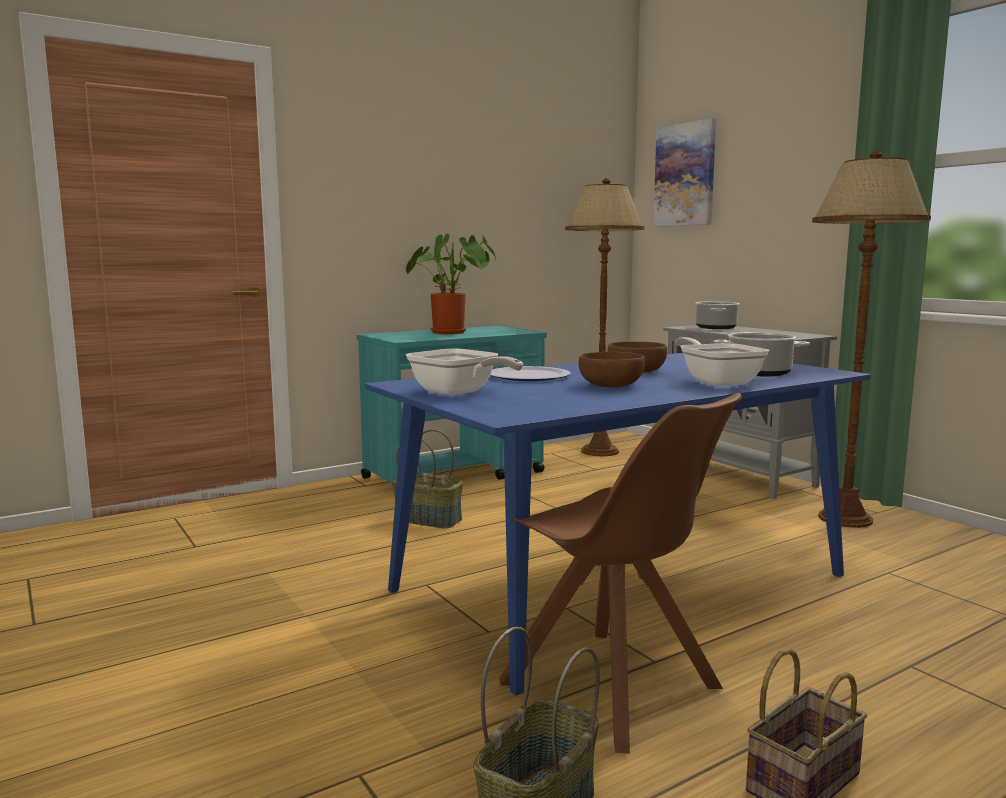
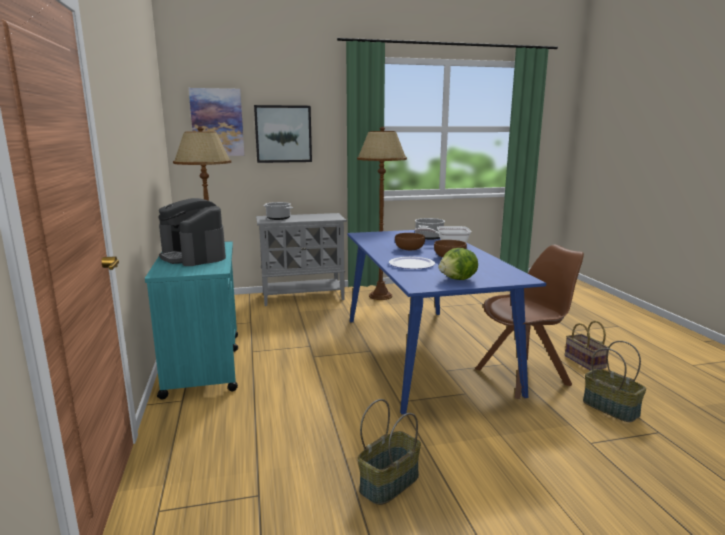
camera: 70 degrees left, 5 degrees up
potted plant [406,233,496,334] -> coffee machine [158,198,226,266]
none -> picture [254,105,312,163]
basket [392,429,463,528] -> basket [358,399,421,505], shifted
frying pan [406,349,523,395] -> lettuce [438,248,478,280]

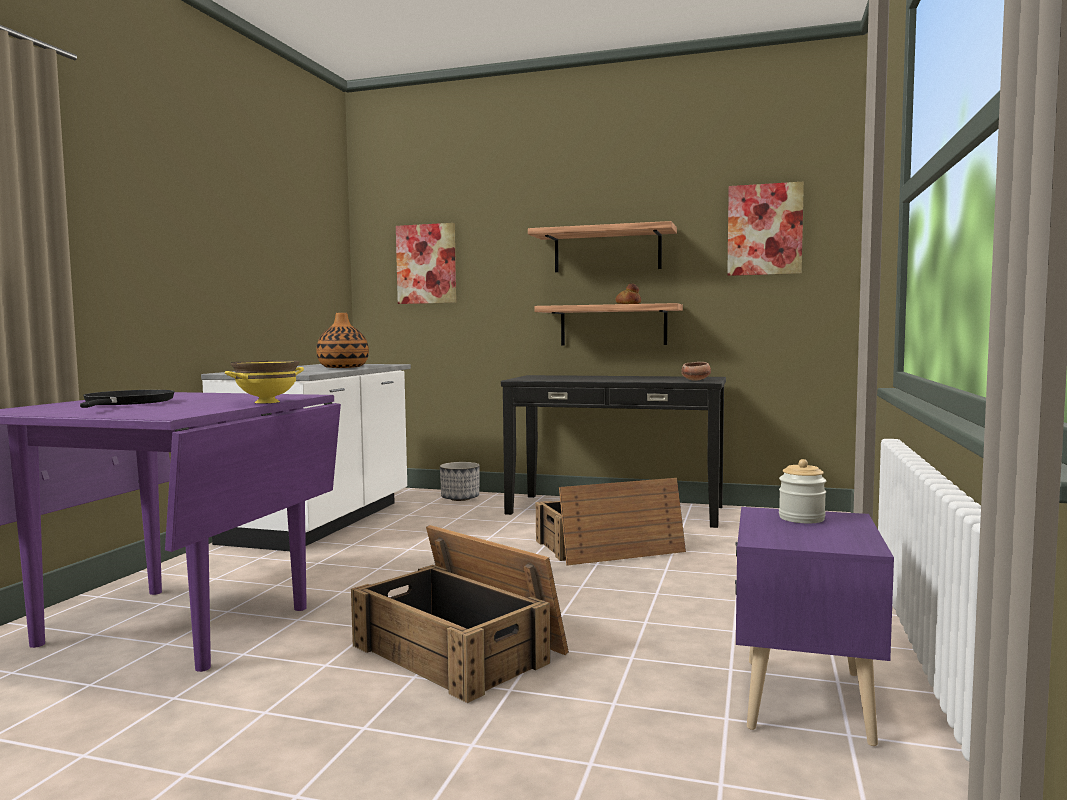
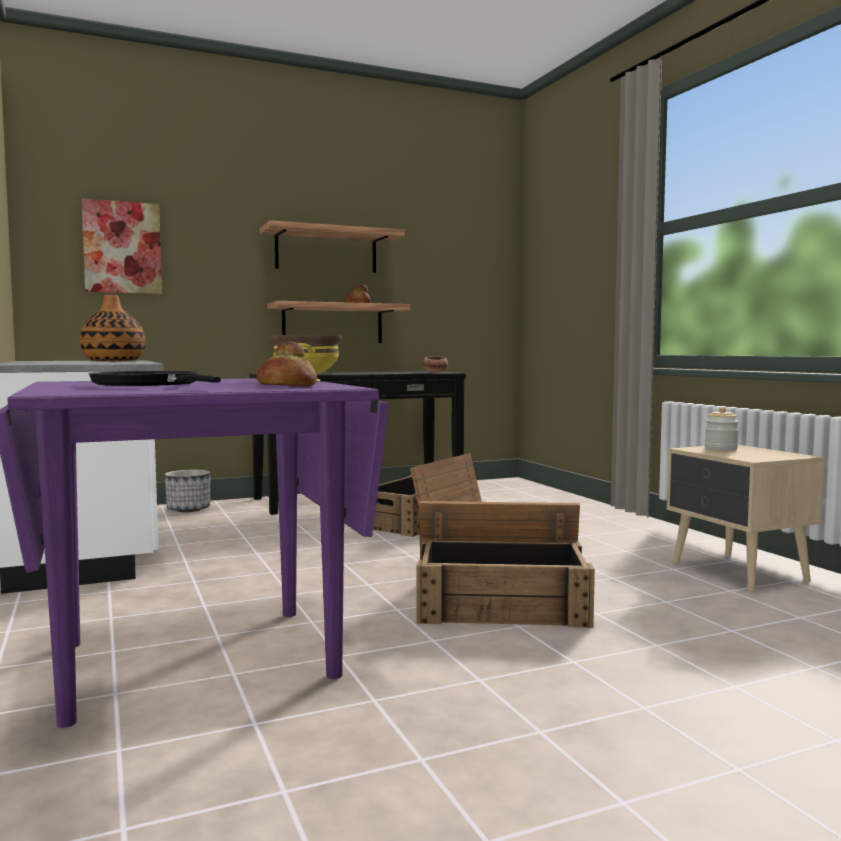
camera: 40 degrees left, 0 degrees up
none -> bread [256,341,317,386]
nightstand (purple) [735,507,894,746] -> nightstand (beige) [667,445,824,592]
picture [727,182,804,276] -> none

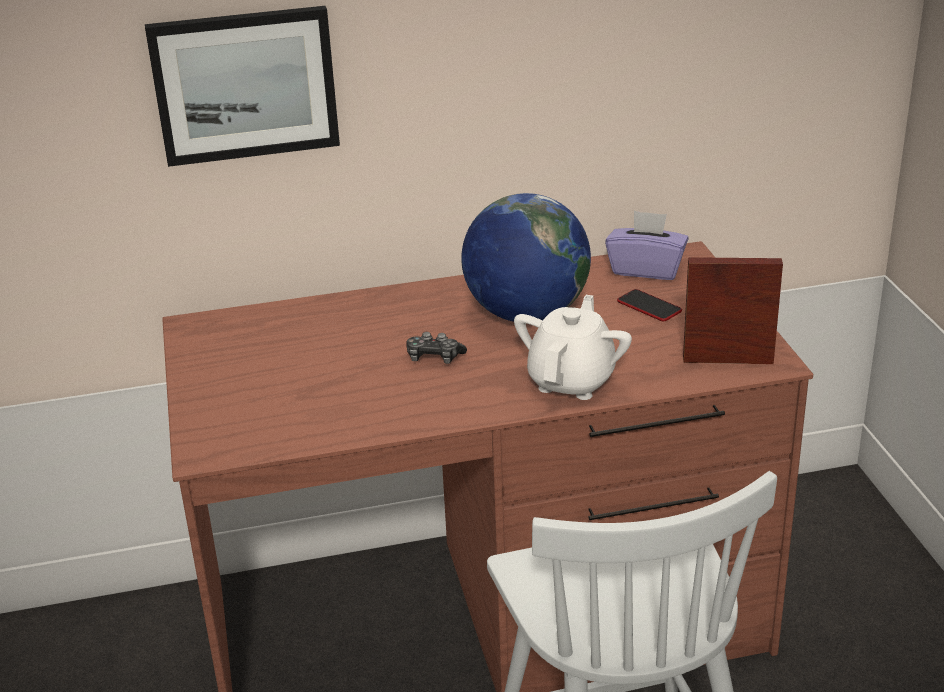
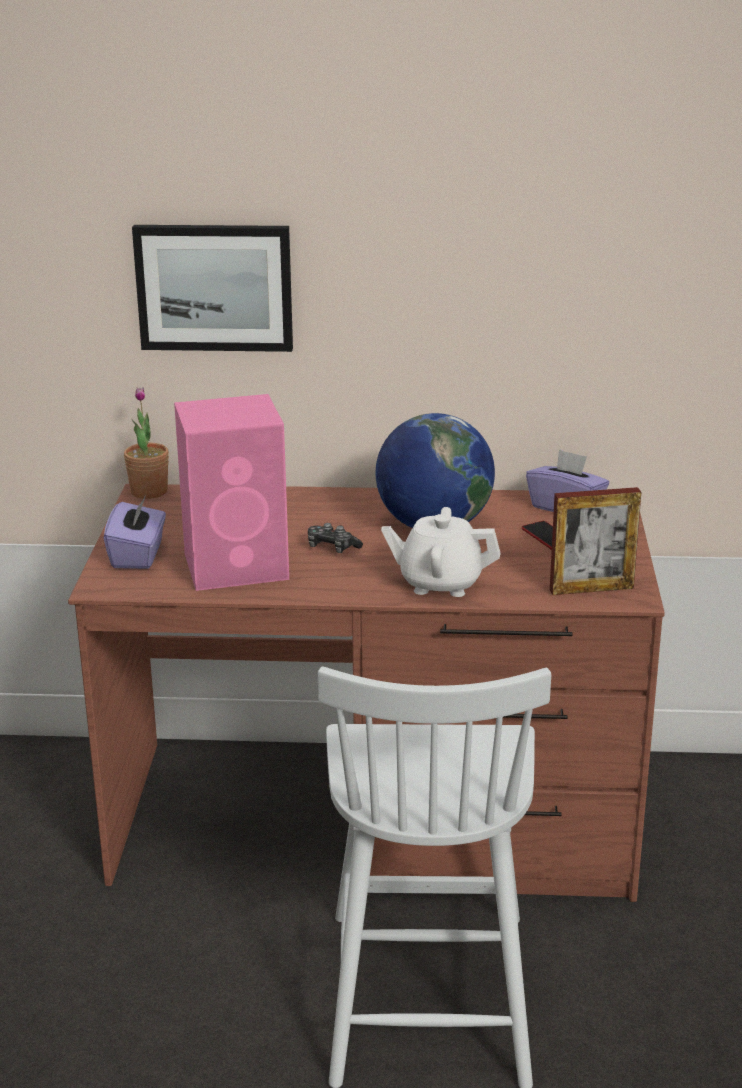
camera: 15 degrees right, 5 degrees down
none -> tissue box (purple) [104,495,166,569]
none -> potted plant [124,387,169,499]
none -> speaker (pink) [174,394,289,591]
teapot (white) [514,295,632,400] -> teapot (white) [381,507,501,597], 120 degrees counterclockwise
picture frame [683,257,783,364] -> picture frame [550,487,641,595], 150 degrees clockwise

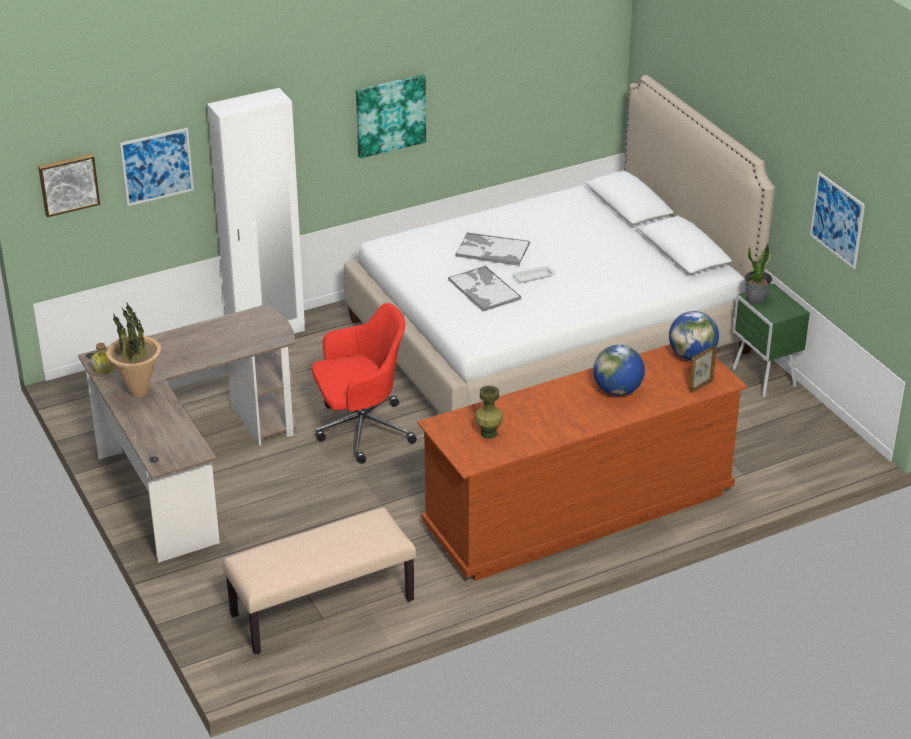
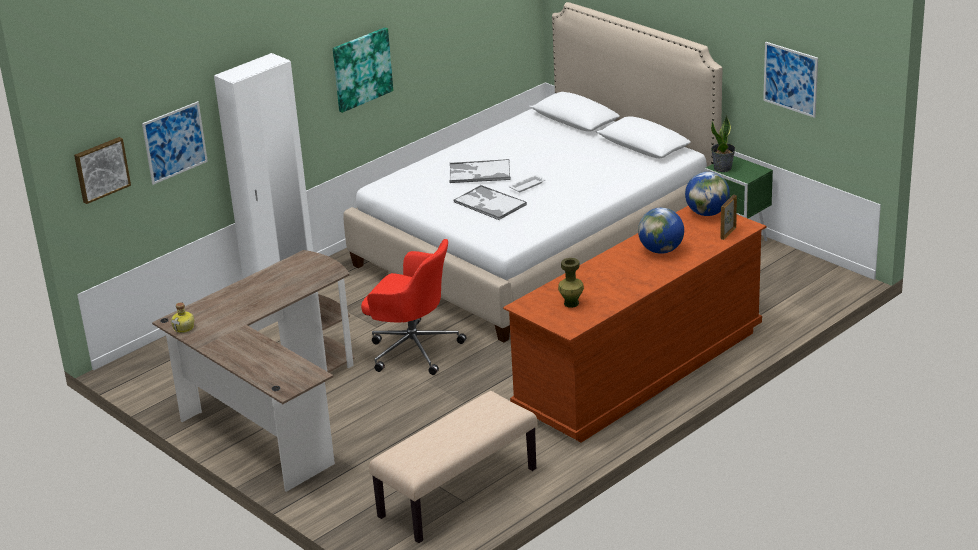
camera: 15 degrees left, 5 degrees down
office chair (red) [312,303,417,464] -> office chair (red) [361,239,467,375], 60 degrees clockwise
potted plant [106,303,161,397] -> none

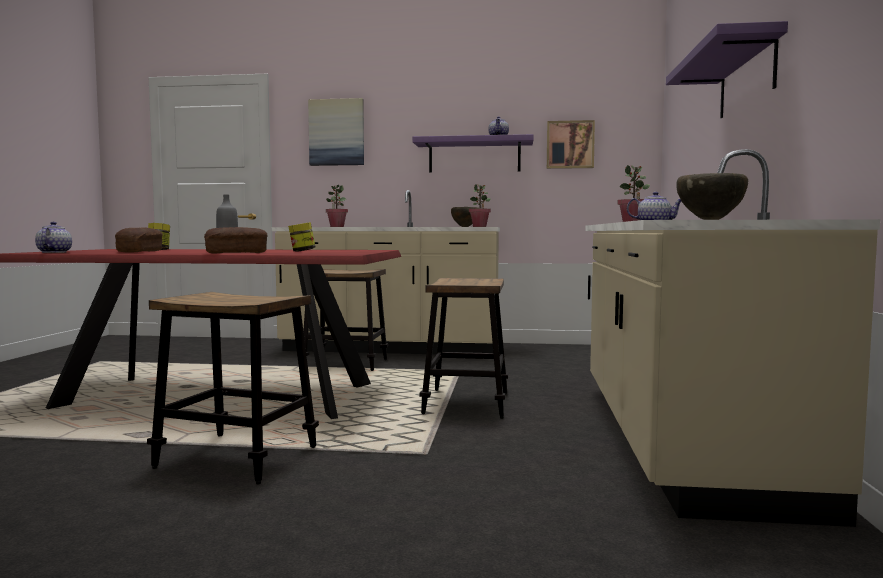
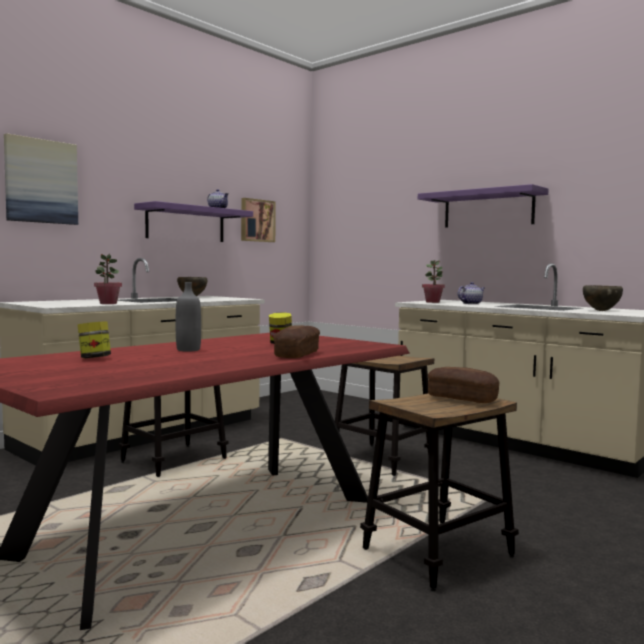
camera: 55 degrees left, 0 degrees up
bread [115,227,163,253] -> bread [428,367,499,403], shifted
teapot [35,222,72,253] -> none
potted plant [469,184,491,227] -> none

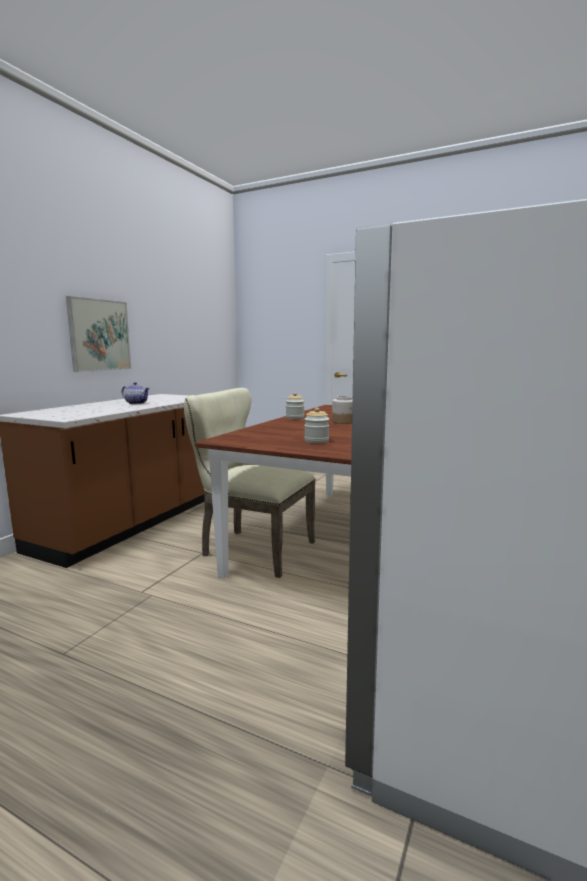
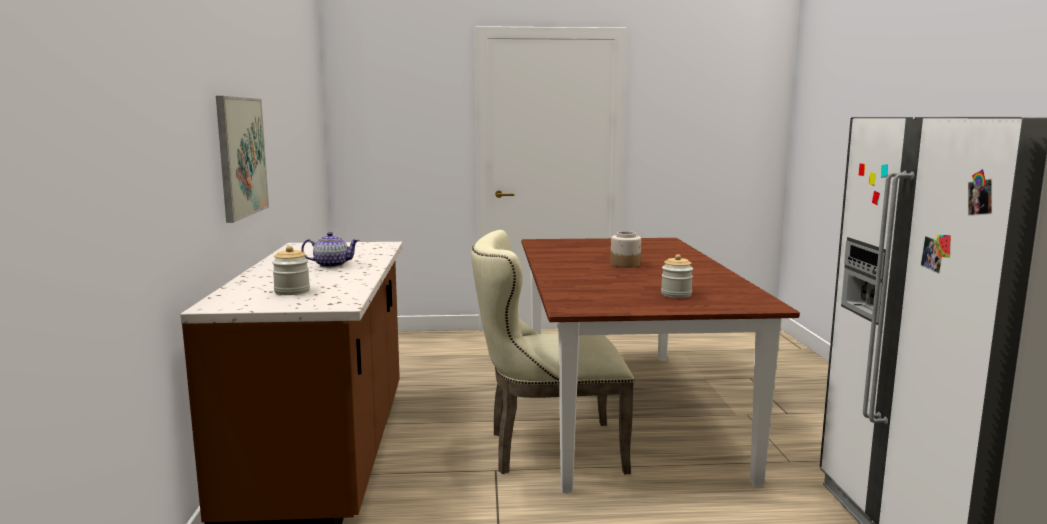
camera: 30 degrees left, 0 degrees up
jar [286,393,304,419] -> jar [272,246,310,295], shifted

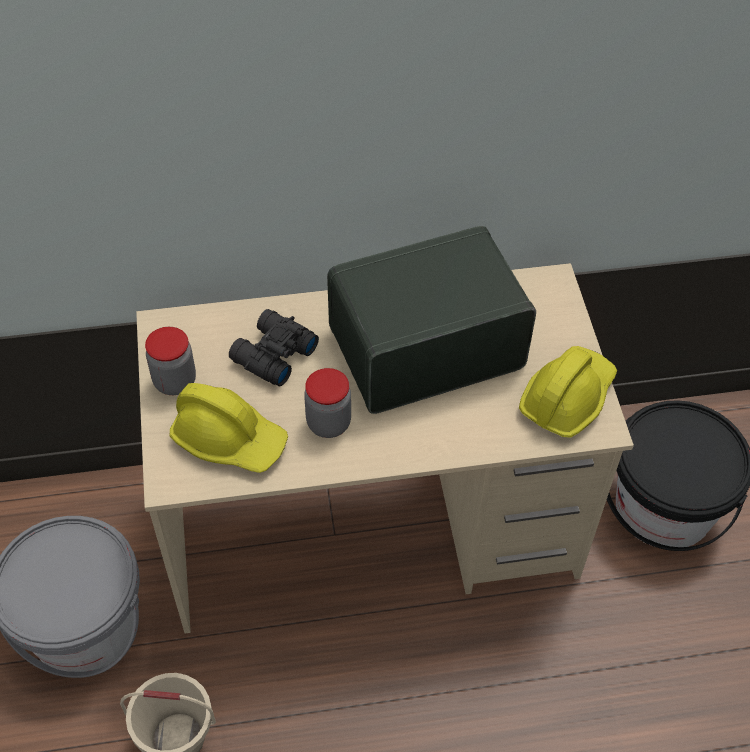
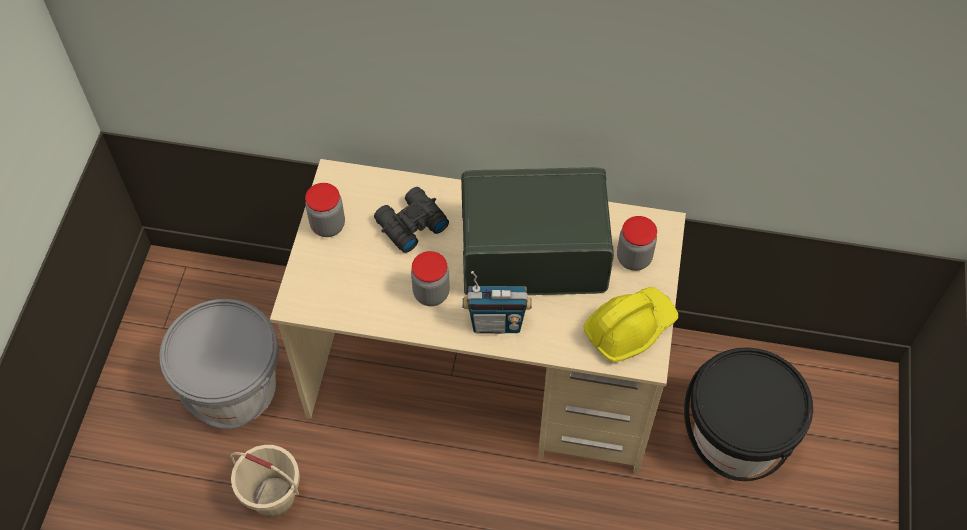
camera: 20 degrees right, 5 degrees up
none -> radio [463,271,532,334]
none -> jar [617,216,657,271]
hard hat (yellow) [170,383,288,473] -> none

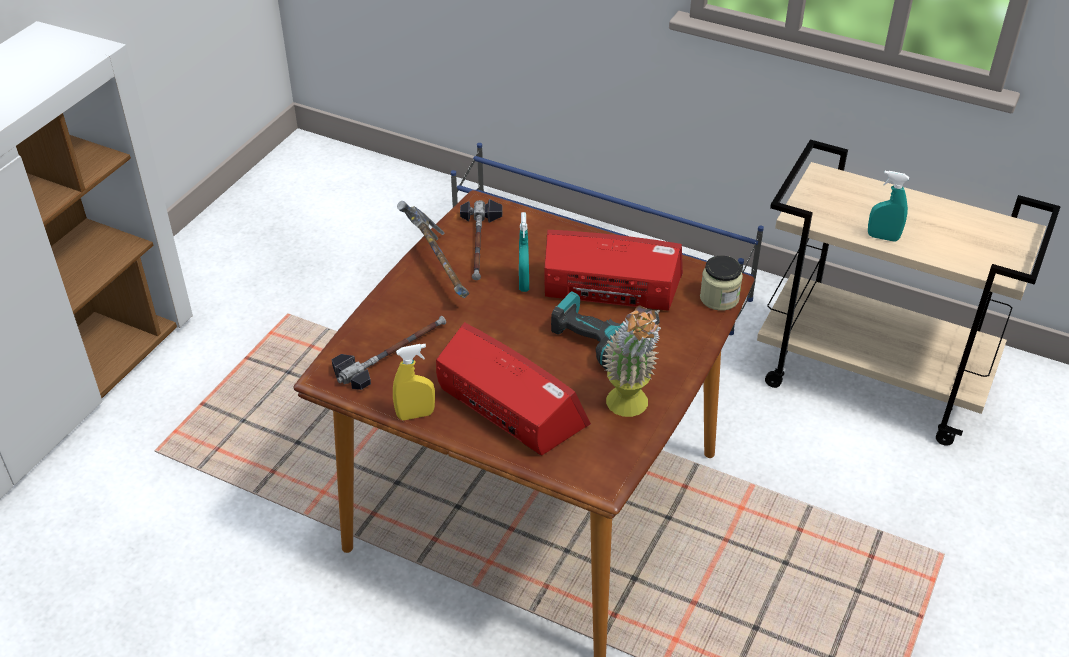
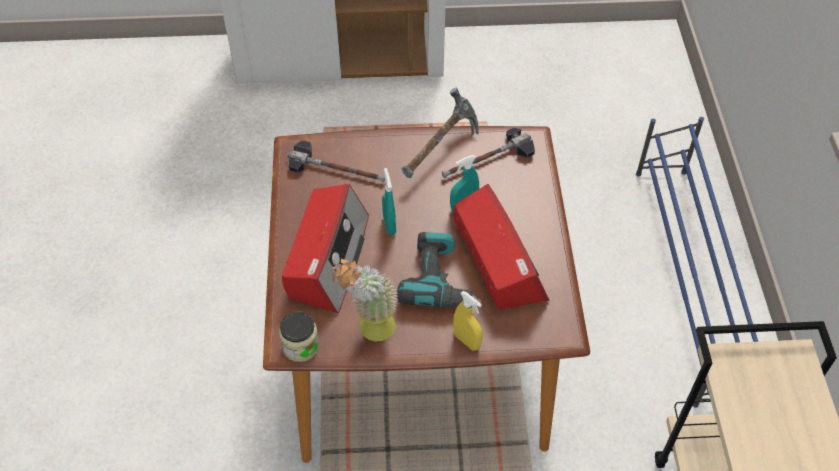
camera: 60 degrees right, 10 degrees up
jar [700,256,743,311] -> jar [279,312,319,362], shifted
spray bottle (turquoise) [868,171,909,242] -> spray bottle (turquoise) [382,168,396,235], shifted
spray bottle (yellow) [393,344,435,420] -> spray bottle (yellow) [453,291,483,351], shifted

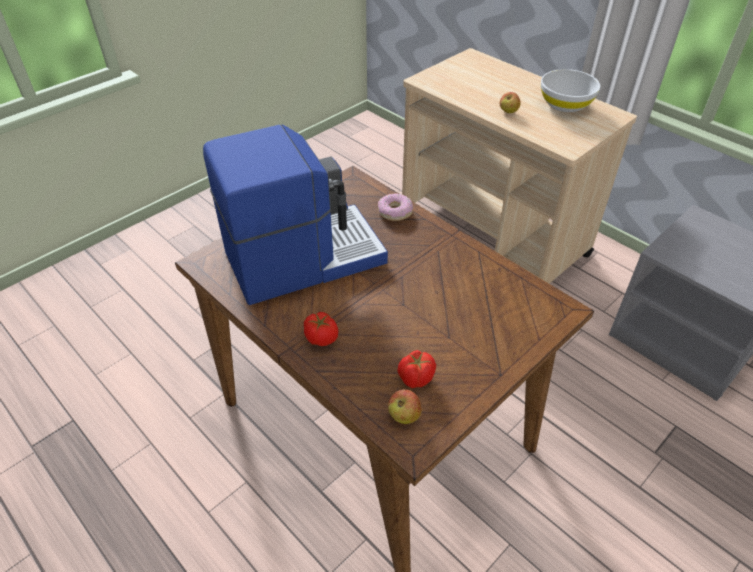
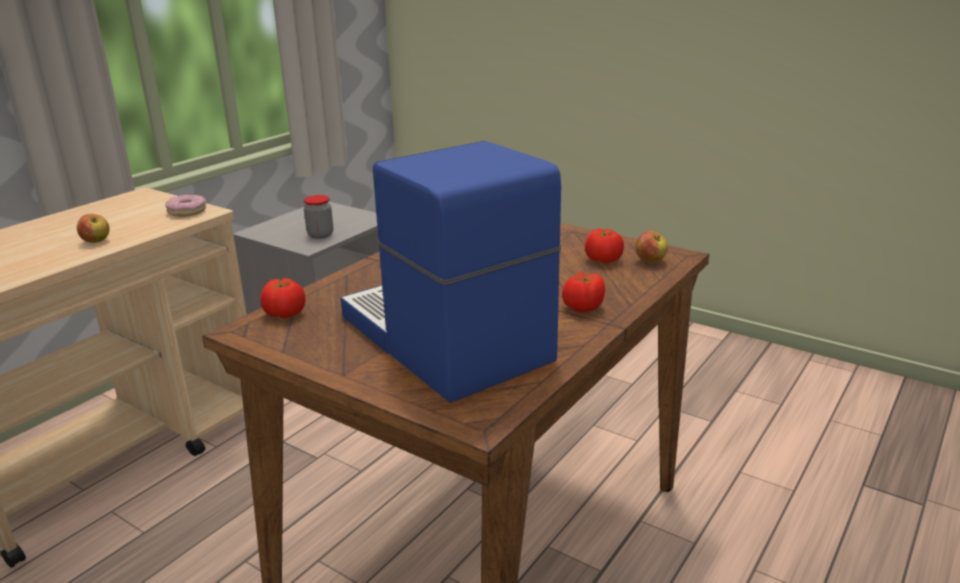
camera: 100 degrees left, 20 degrees down
donut [378,193,413,221] -> donut [165,195,206,217], shifted
none -> tomato [260,278,306,319]
none -> jar [304,195,333,239]
bowl (white) [541,69,600,112] -> none

